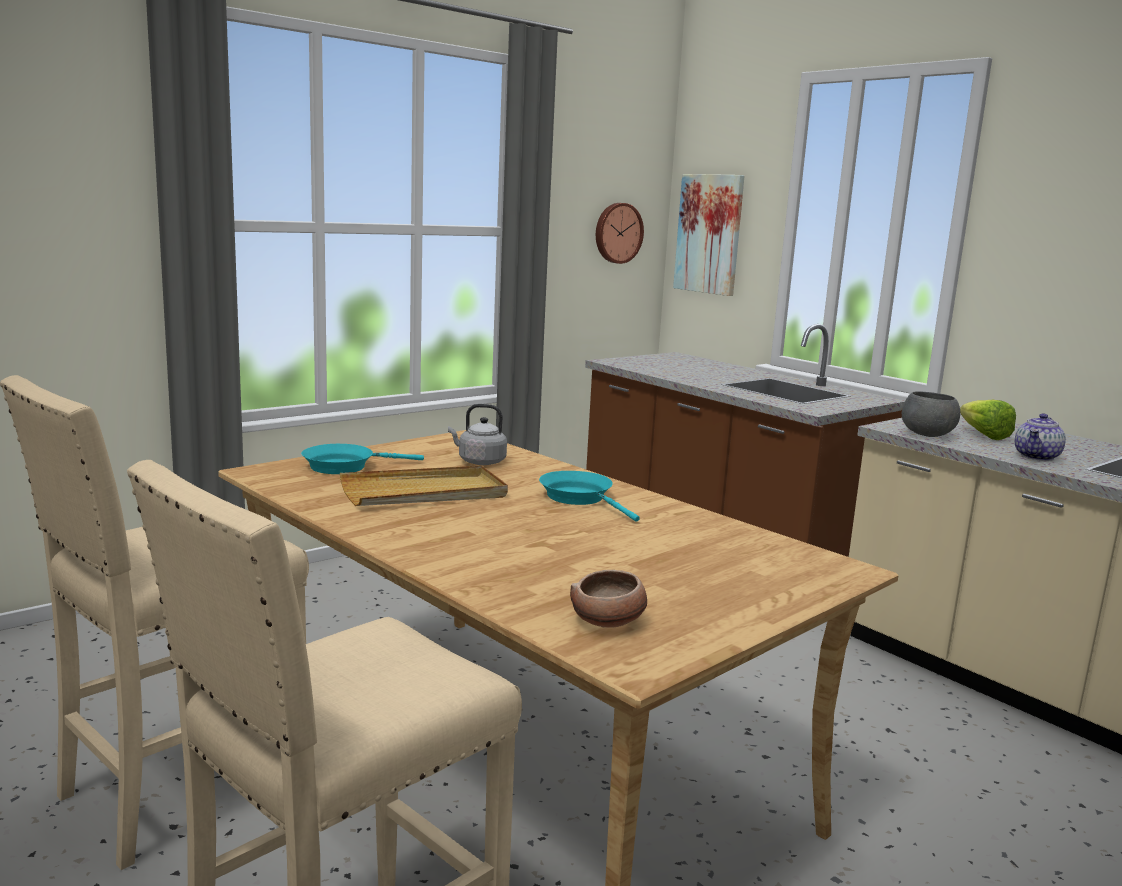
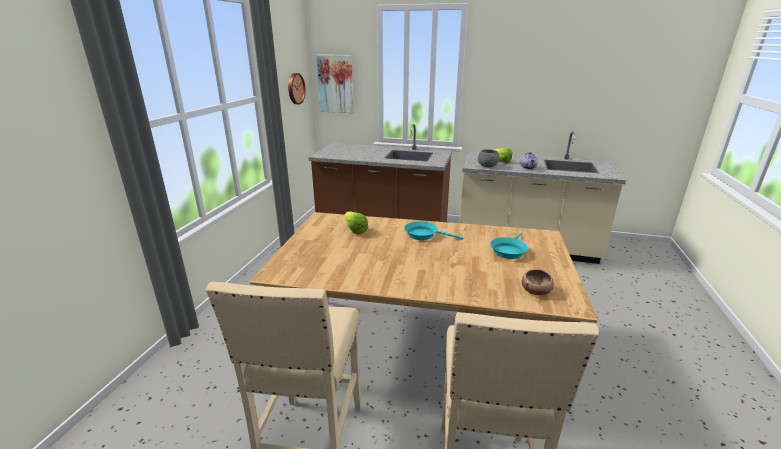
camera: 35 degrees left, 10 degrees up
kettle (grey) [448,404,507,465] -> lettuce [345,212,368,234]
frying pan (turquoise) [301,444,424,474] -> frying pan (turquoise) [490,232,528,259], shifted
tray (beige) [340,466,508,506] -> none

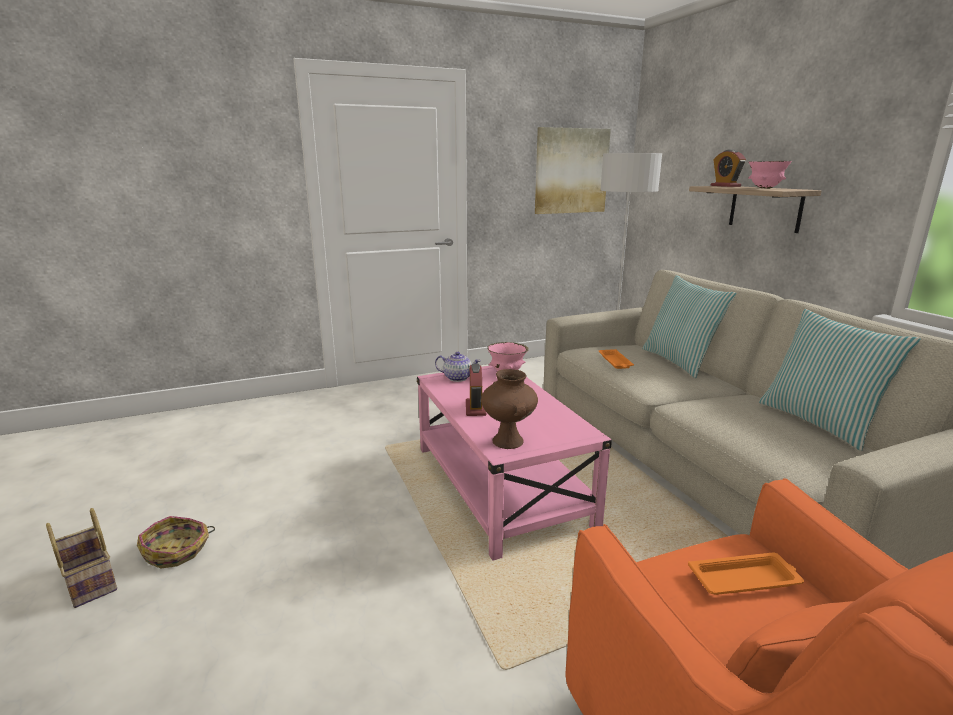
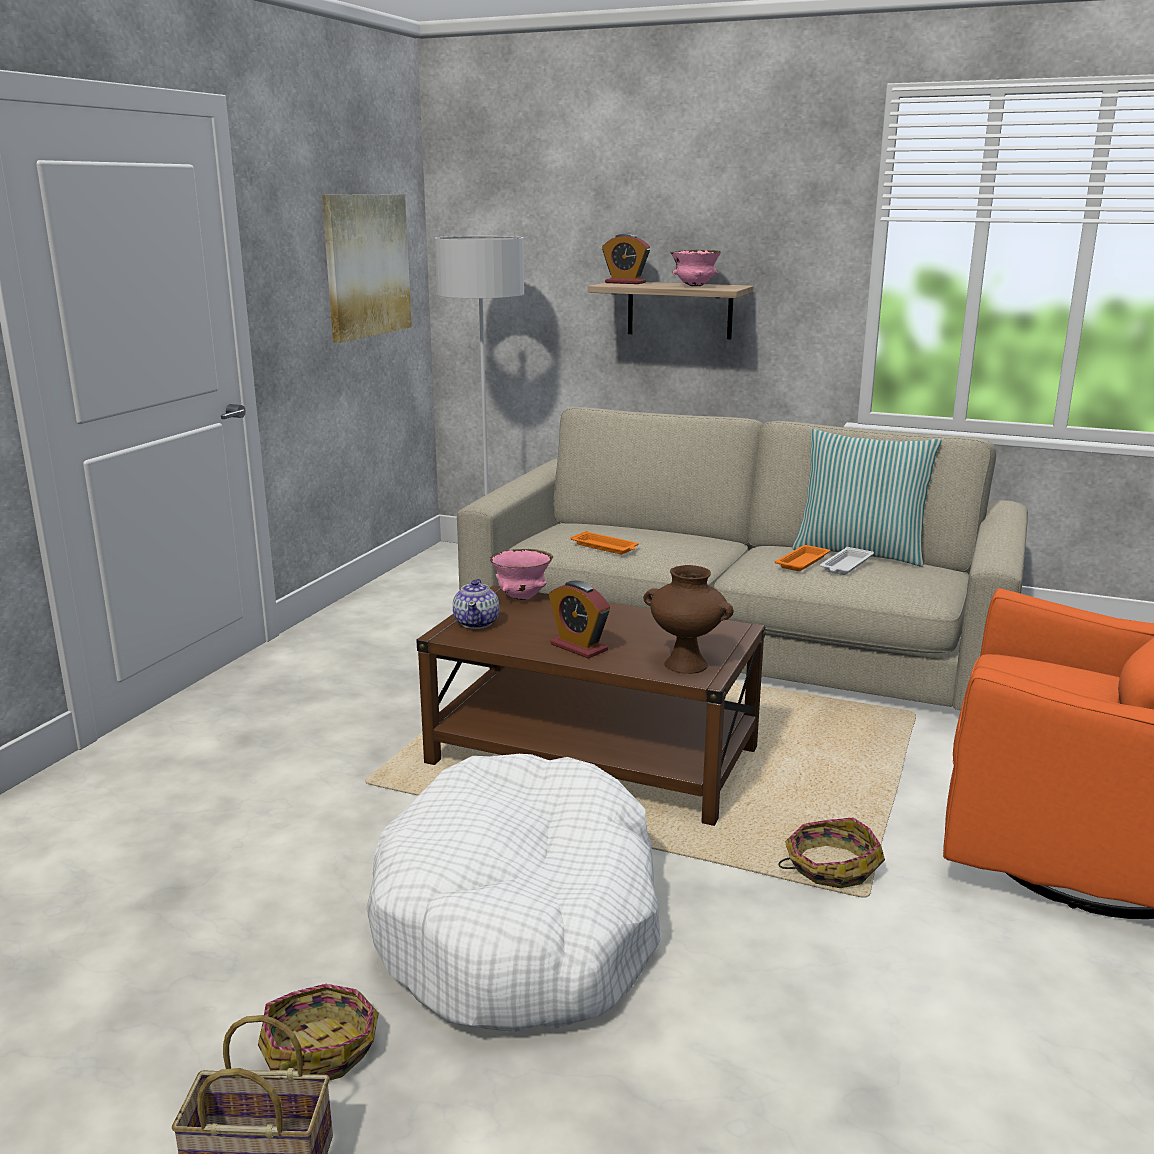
camera: 45 degrees left, 0 degrees up
none -> dog bed (white) [367,754,660,1032]
coffee table (pink) [417,366,612,560] -> coffee table (brown) [416,586,766,826]
teapot [435,351,481,382] -> teapot [453,579,499,629], 120 degrees clockwise
tray (orange) [688,553,804,595] -> tray (orange) [775,545,830,571], shifted
none -> basket [778,818,885,888]
none -> tray (white) [820,547,874,575]
pillow [642,275,736,378] -> none

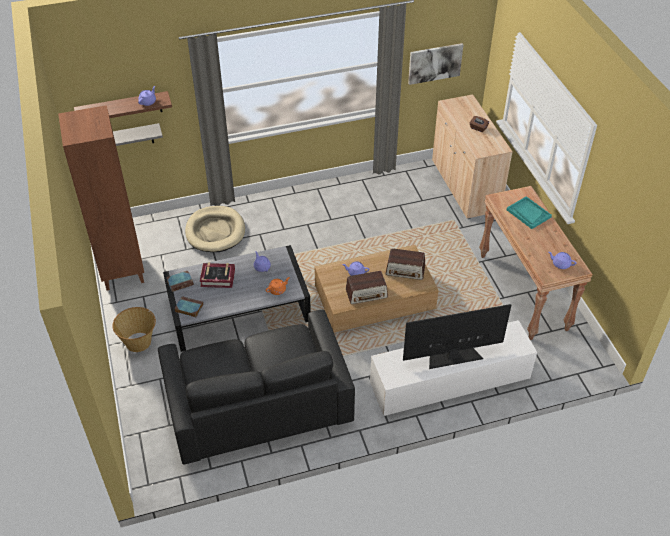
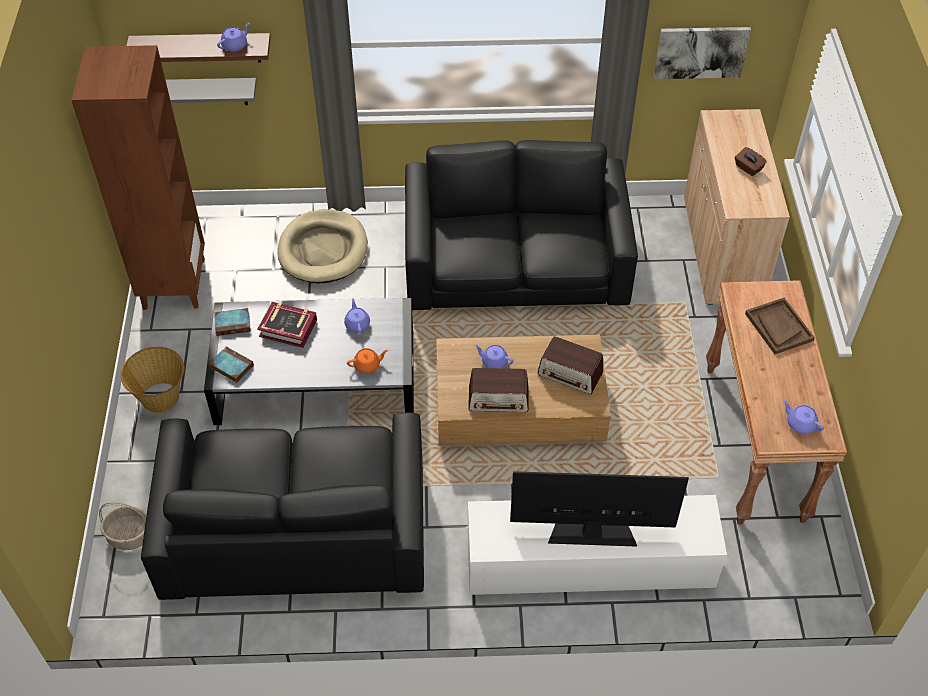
camera: 15 degrees right, 5 degrees up
none -> basket [99,502,147,550]
none -> sofa (black) [405,140,638,310]
tray (turquoise) [507,196,552,229] -> tray (brown) [745,298,815,354]

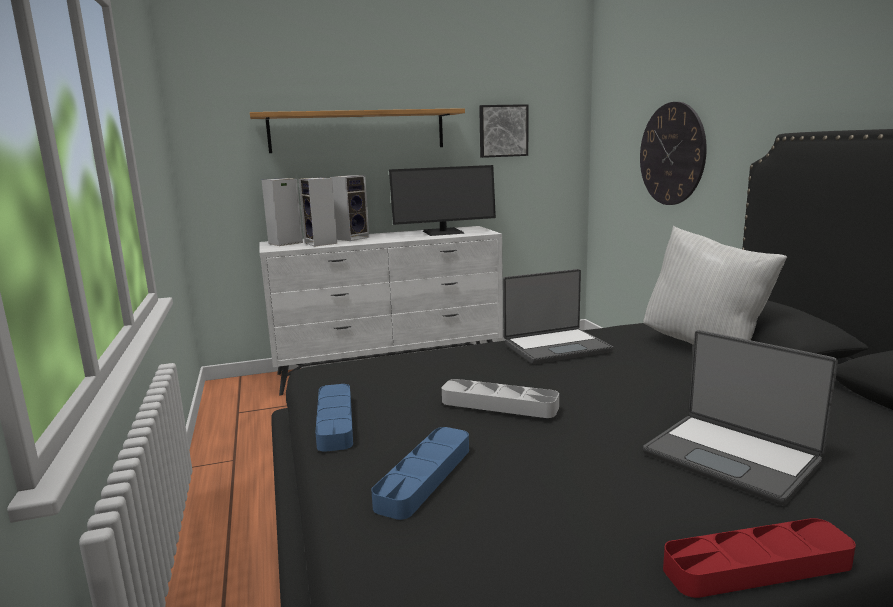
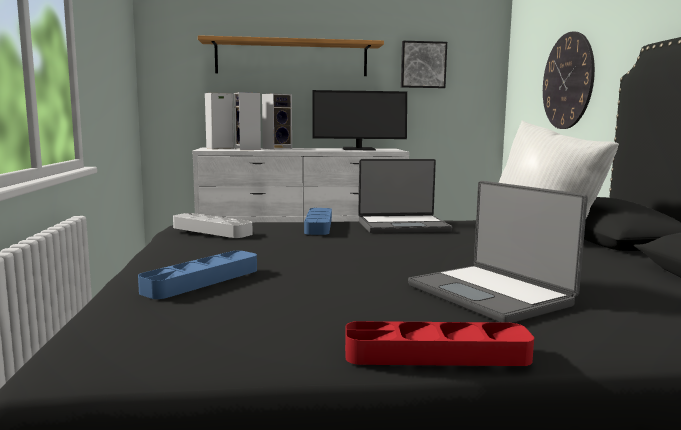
camera: 10 degrees right, 5 degrees down
tray (grey) [442,379,559,418] -> tray (grey) [173,213,253,238], shifted
tray (blue) [315,384,353,452] -> tray (blue) [304,208,332,235], shifted

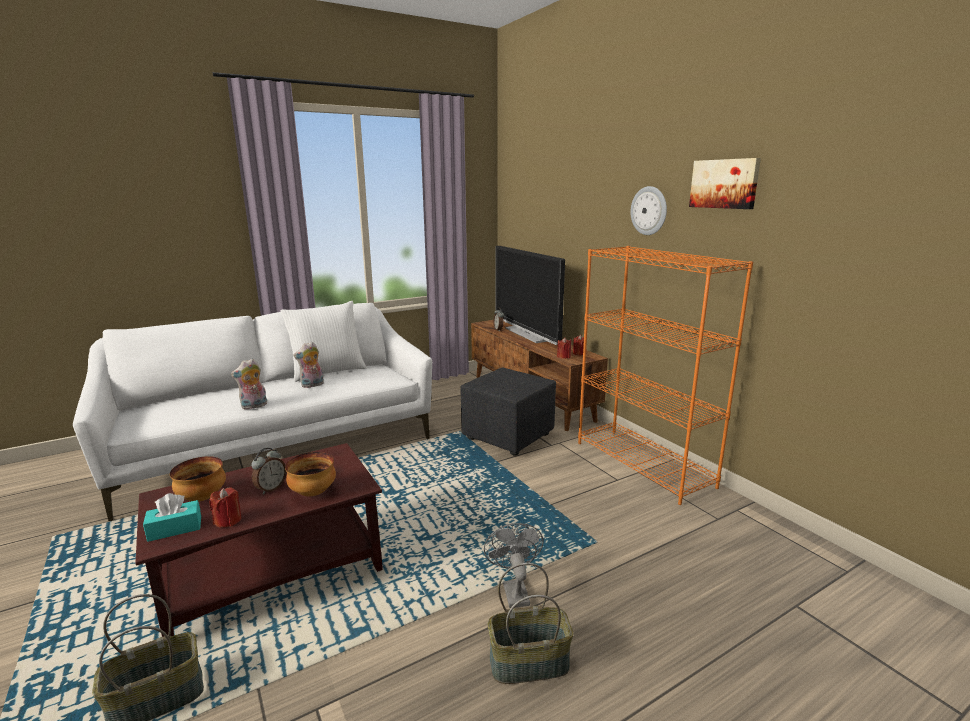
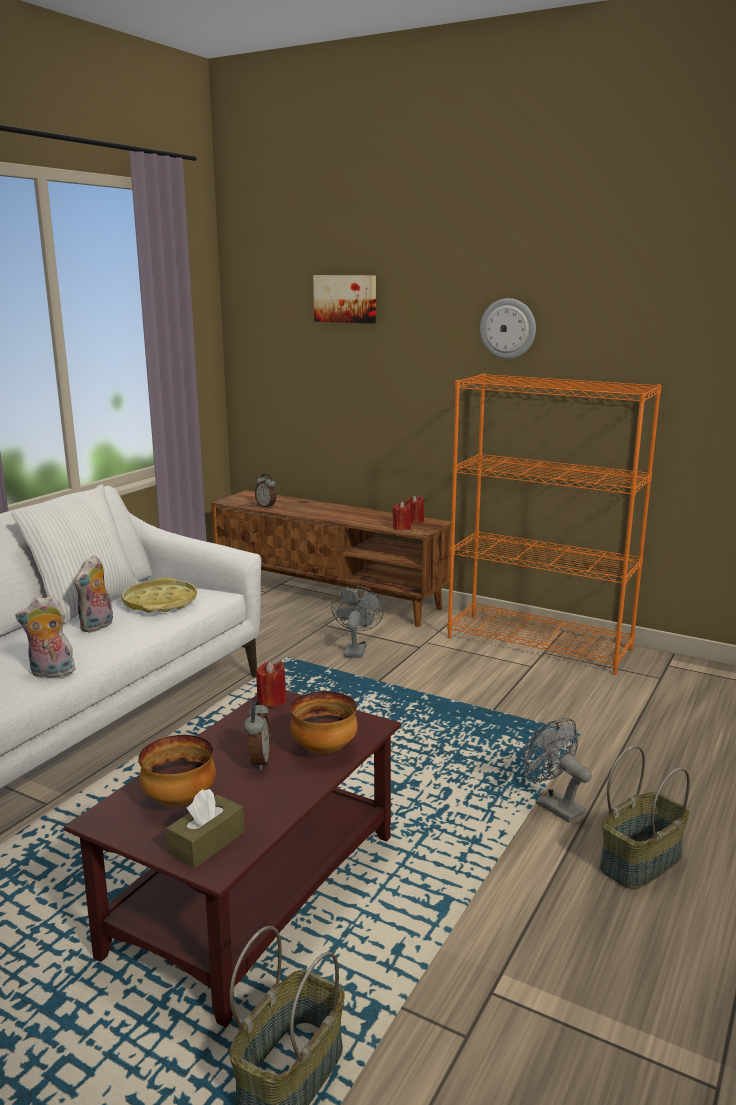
camera: 30 degrees left, 0 degrees up
plush toy [231,358,267,410] -> plush toy [15,595,78,678], 60 degrees clockwise
none -> tray (yellow) [122,577,197,613]
tissue box (turquoise) [143,493,201,542] -> tissue box (brown) [166,789,245,869]
candle (red) [209,487,242,528] -> candle (red) [256,661,287,707], shifted
picture [689,158,761,209] -> picture [313,275,376,324], shifted
ottoman (black) [460,367,556,456] -> fan (grey) [331,586,384,658]
television [495,246,565,345] -> none

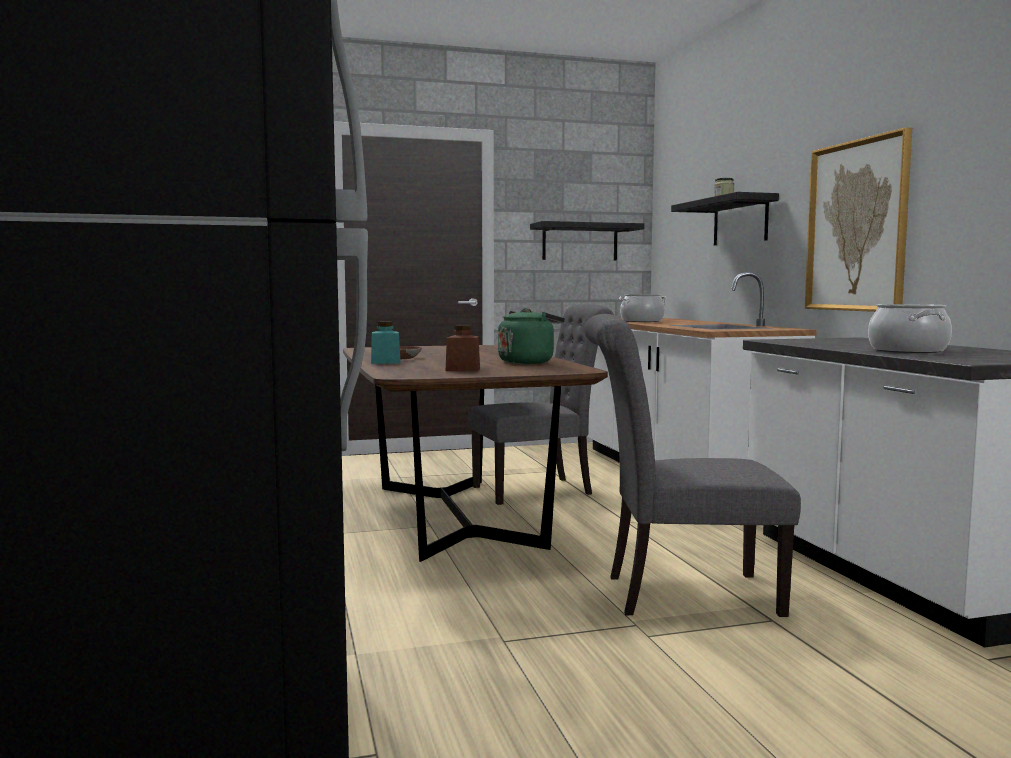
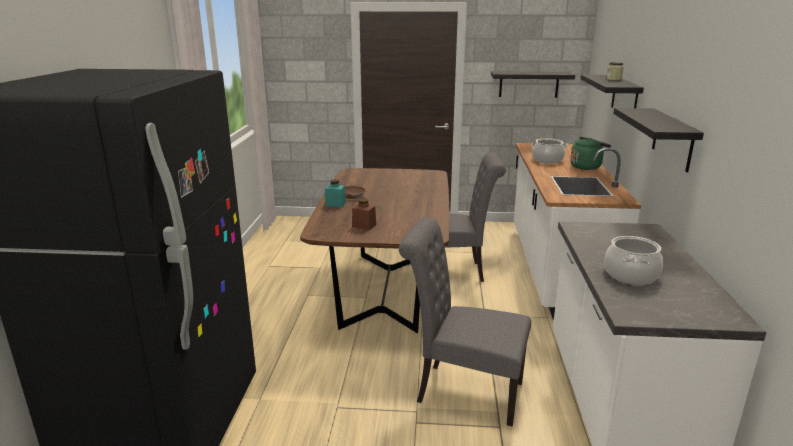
camera: 20 degrees right, 15 degrees up
kettle (green) [498,308,565,364] -> kettle (green) [570,137,611,170], shifted
picture [805,127,912,312] -> shelf (black) [614,108,704,172]

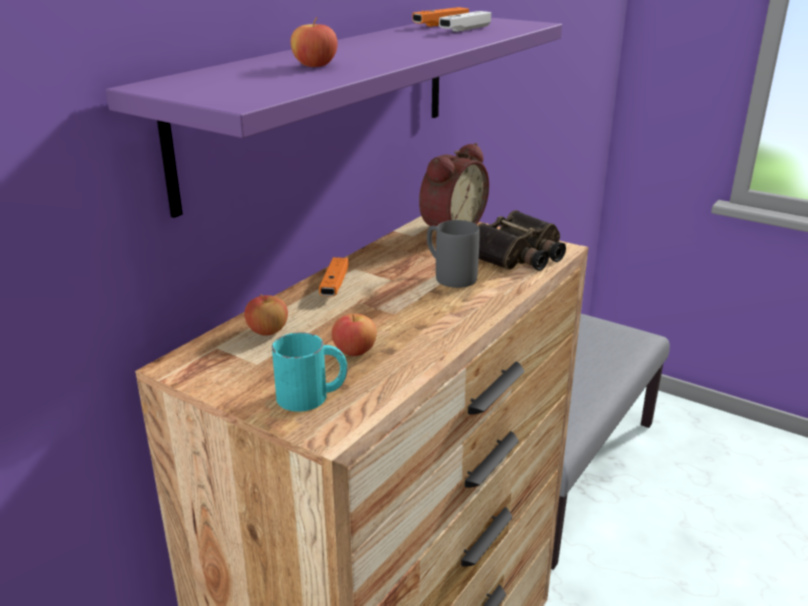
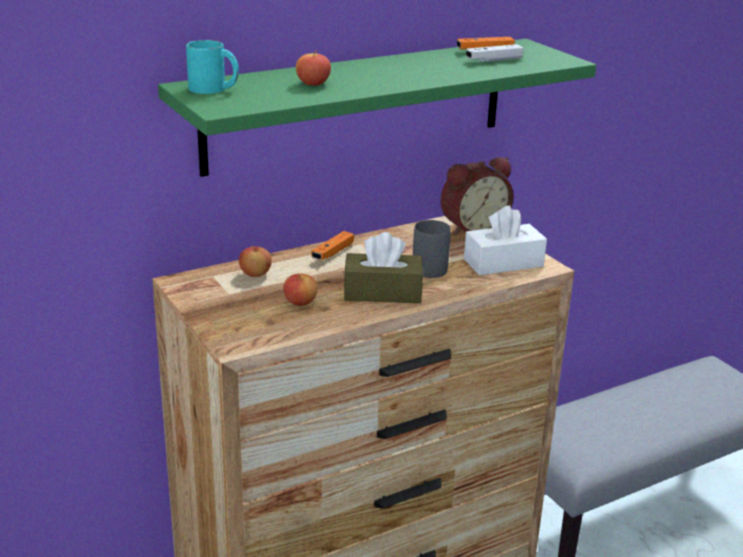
camera: 25 degrees right, 0 degrees up
shelf (purple) [106,18,562,218] -> shelf (green) [158,39,596,177]
mug (turquoise) [272,332,348,412] -> mug (turquoise) [186,40,239,94], shifted
none -> tissue box (brown) [344,232,423,303]
binoculars [478,210,566,271] -> tissue box (white) [464,205,547,275]

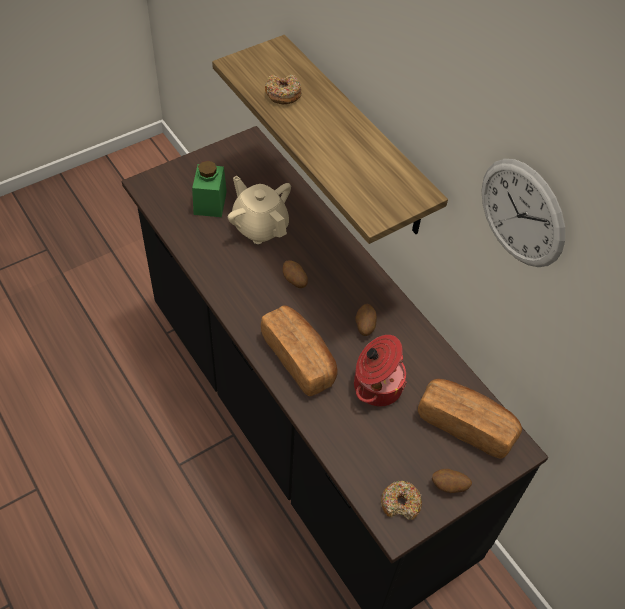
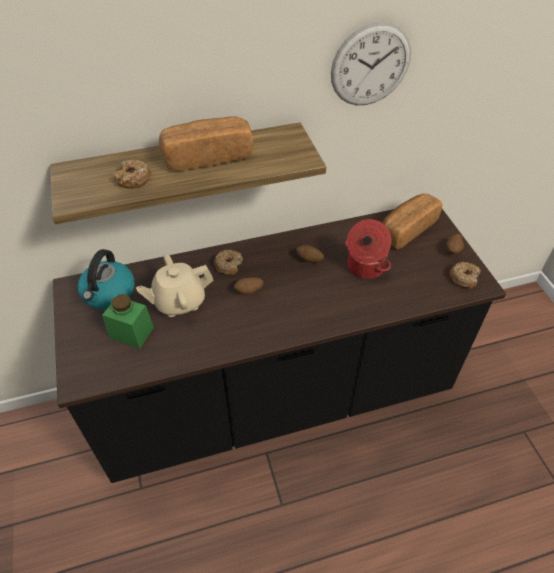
camera: 70 degrees left, 5 degrees down
none -> kettle [78,249,135,310]
bread [261,305,338,396] -> bread [159,116,253,170], shifted
none -> donut [214,250,243,275]

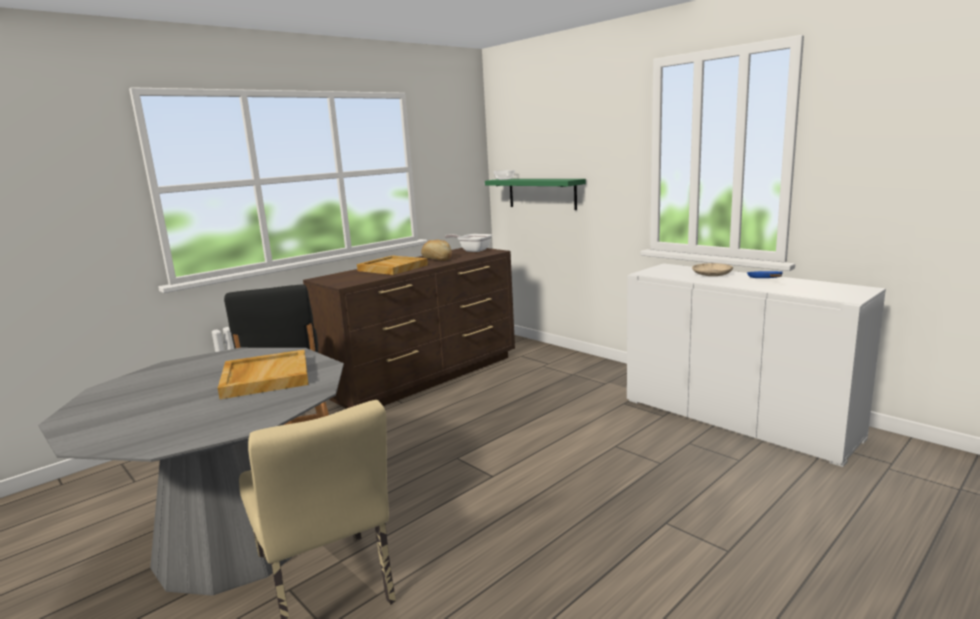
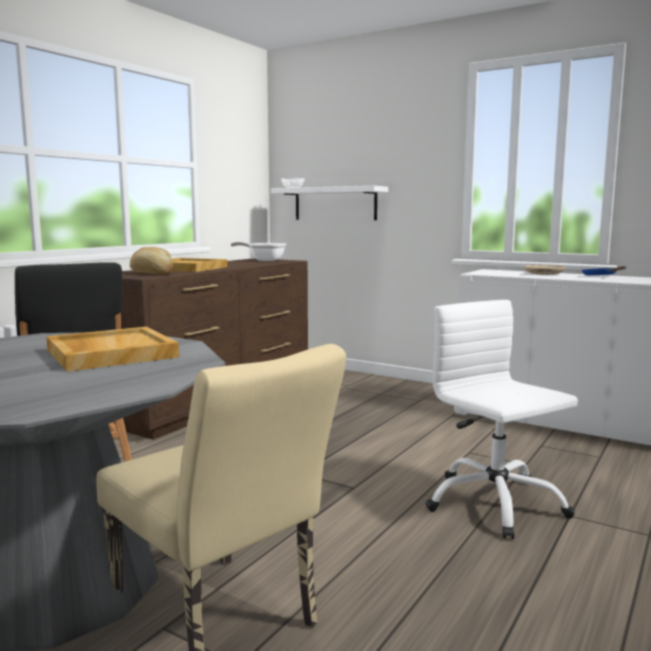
camera: 15 degrees left, 5 degrees down
bread [421,240,452,261] -> bread [130,247,173,275], shifted
shelf (green) [485,179,586,210] -> shelf (white) [271,186,388,220]
none -> office chair (white) [426,300,578,539]

